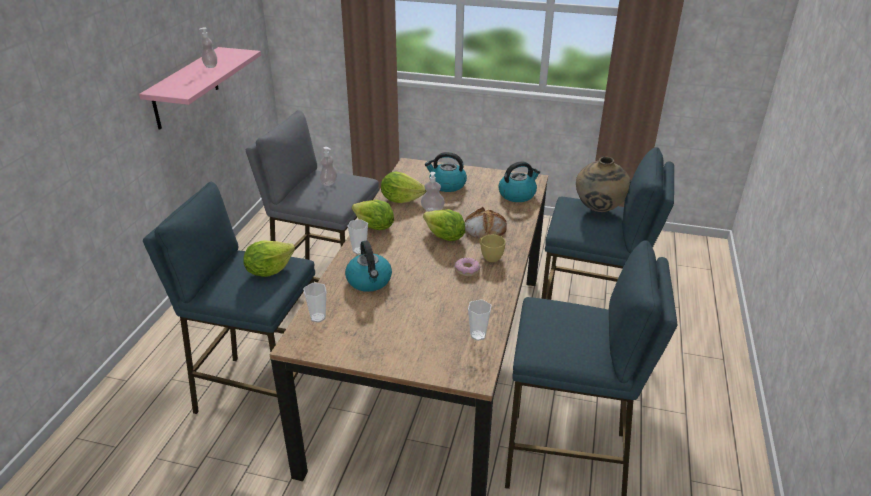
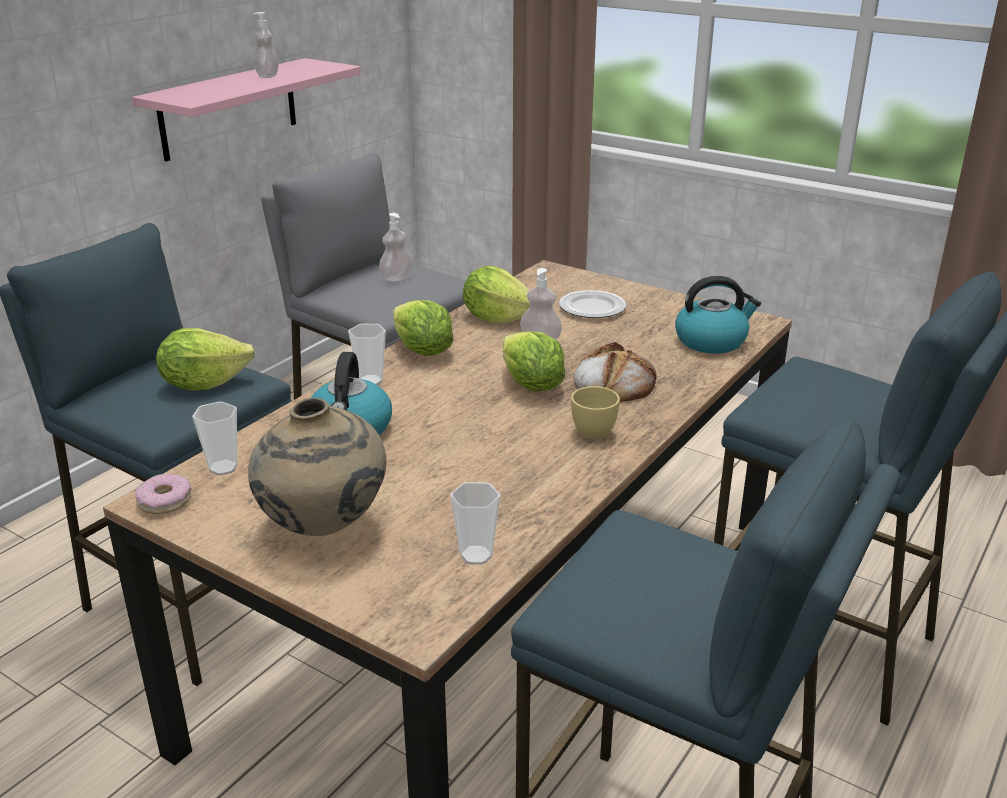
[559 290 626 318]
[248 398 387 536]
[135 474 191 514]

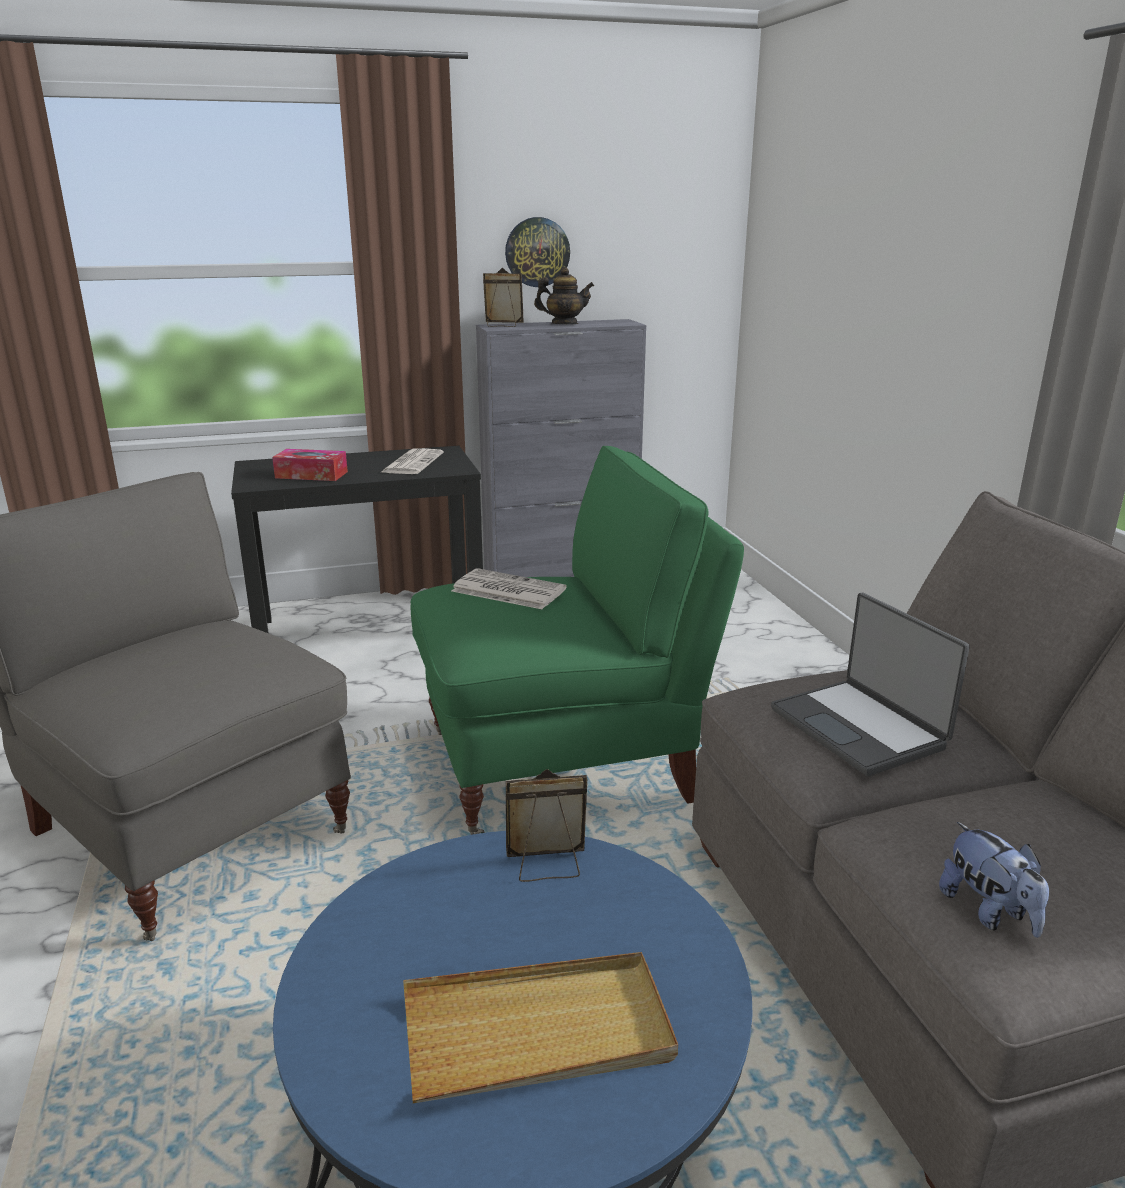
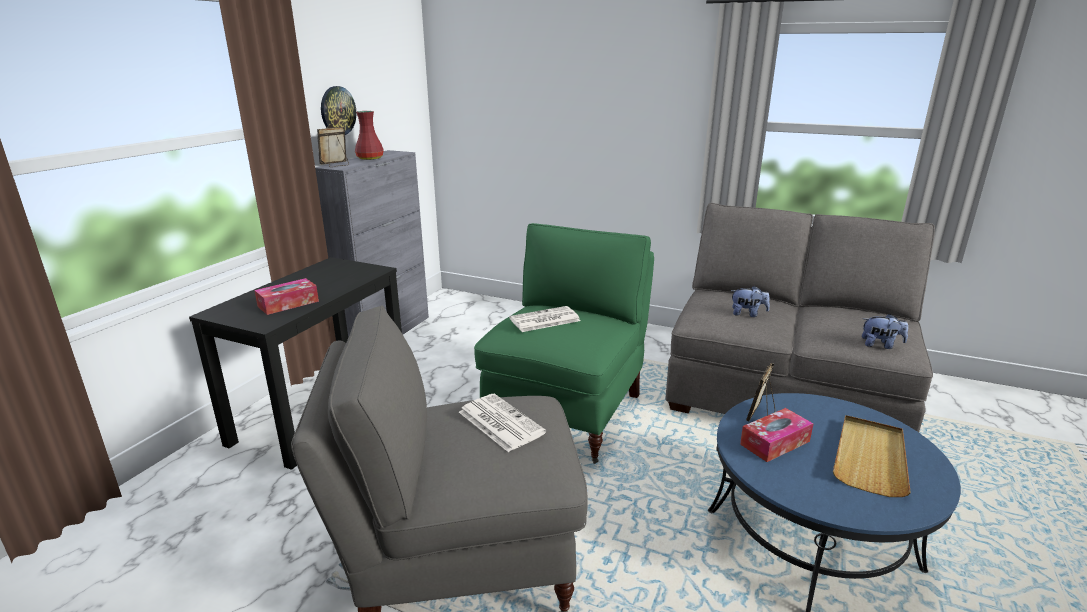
[355 111 384 160]
[459 394 546 452]
[731 286 770 317]
[740 408 814 462]

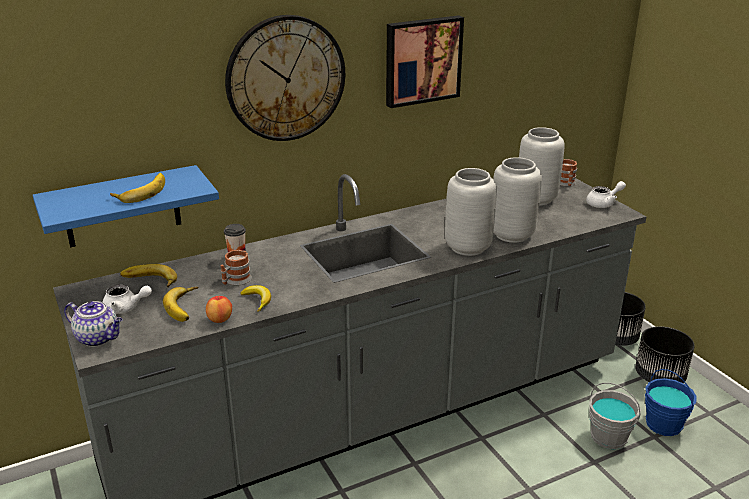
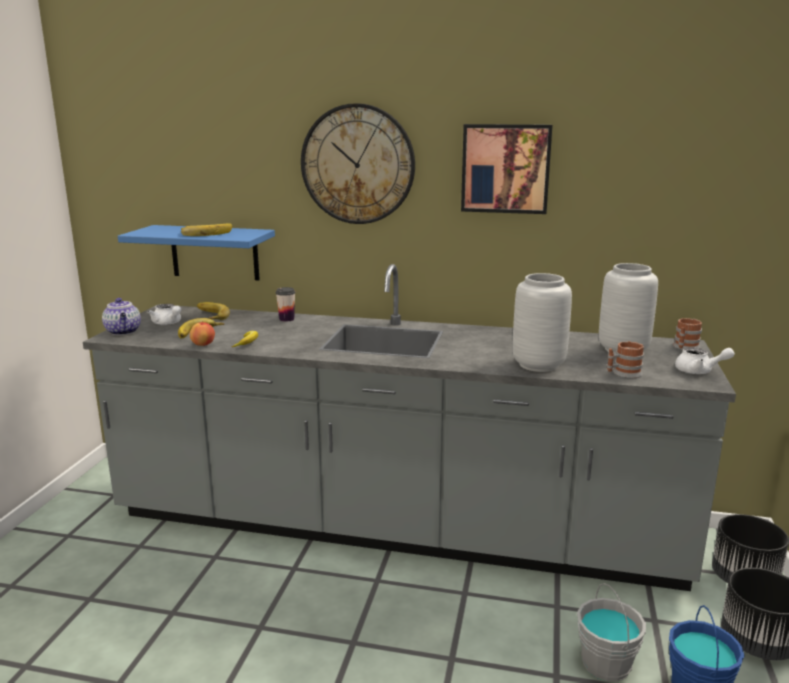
[445 168 497 256] (first image)
[607 341 644 378]

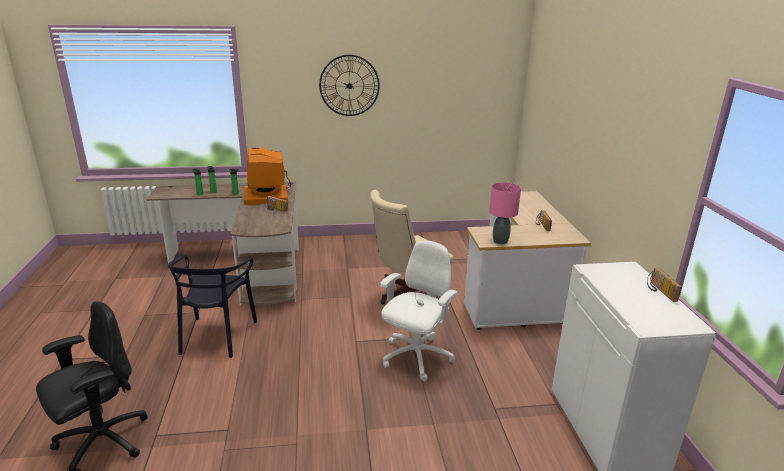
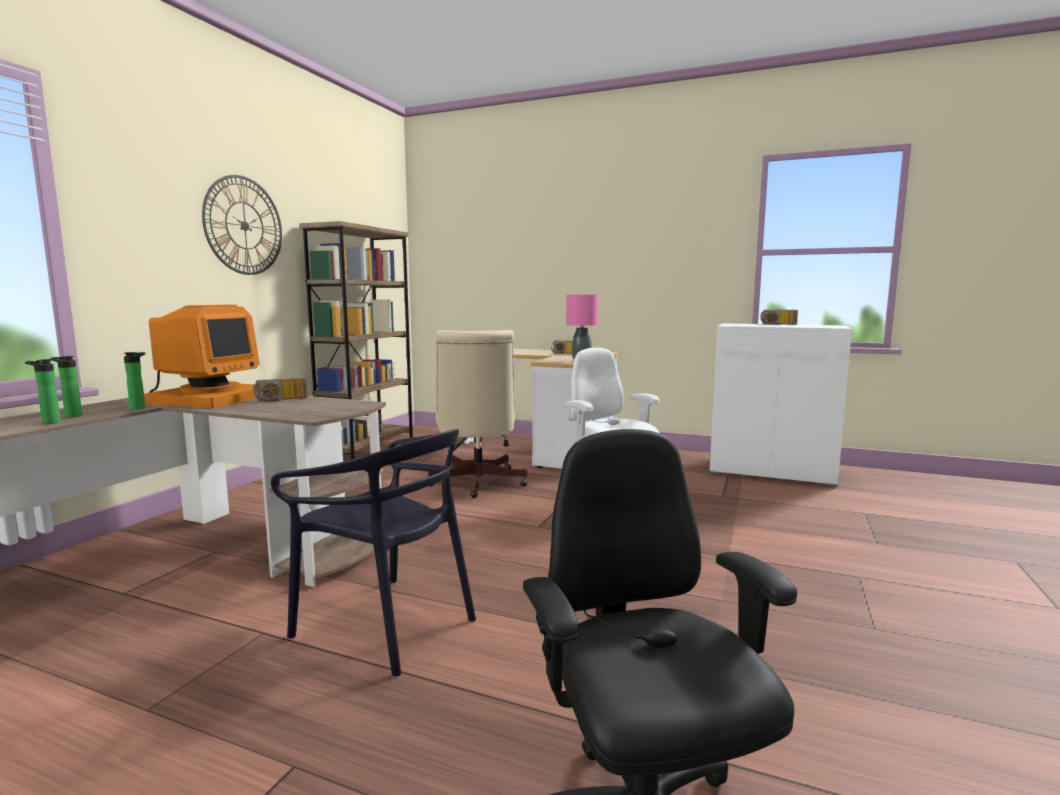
[144 305 260 408]
[299 221 413 460]

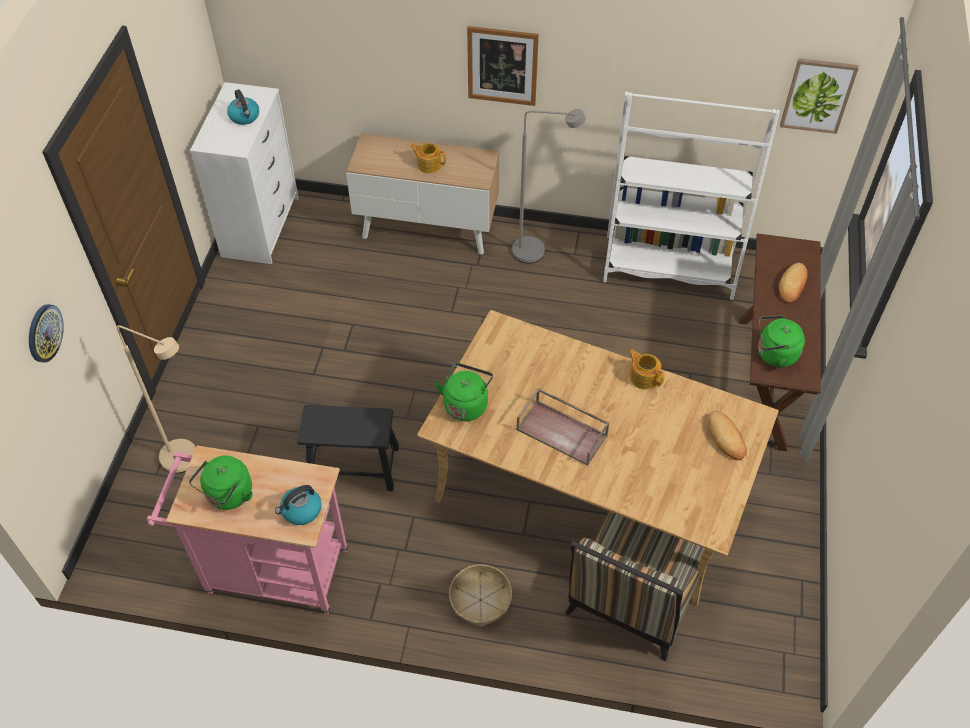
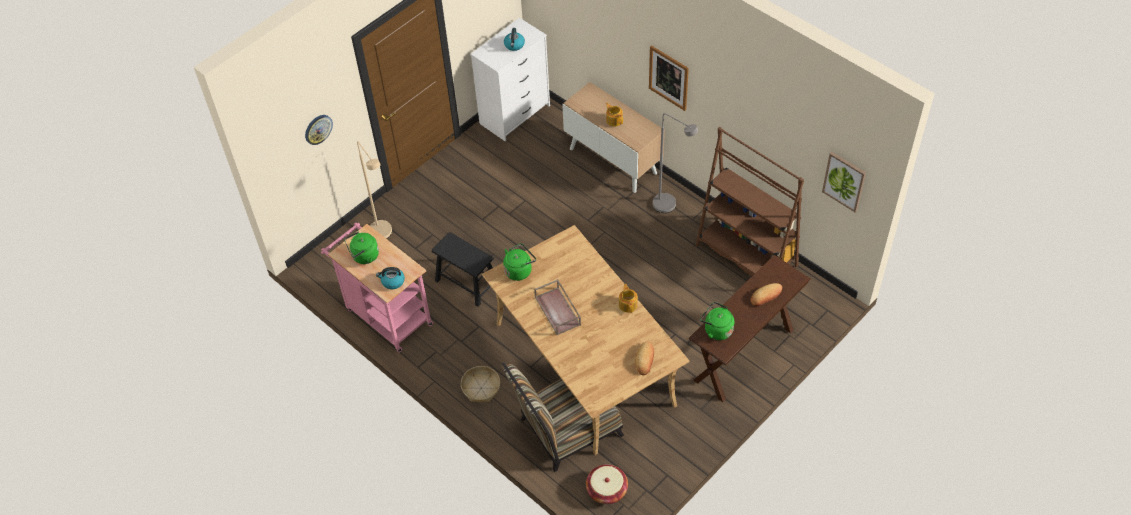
[696 127 804 276]
[586 464 628 504]

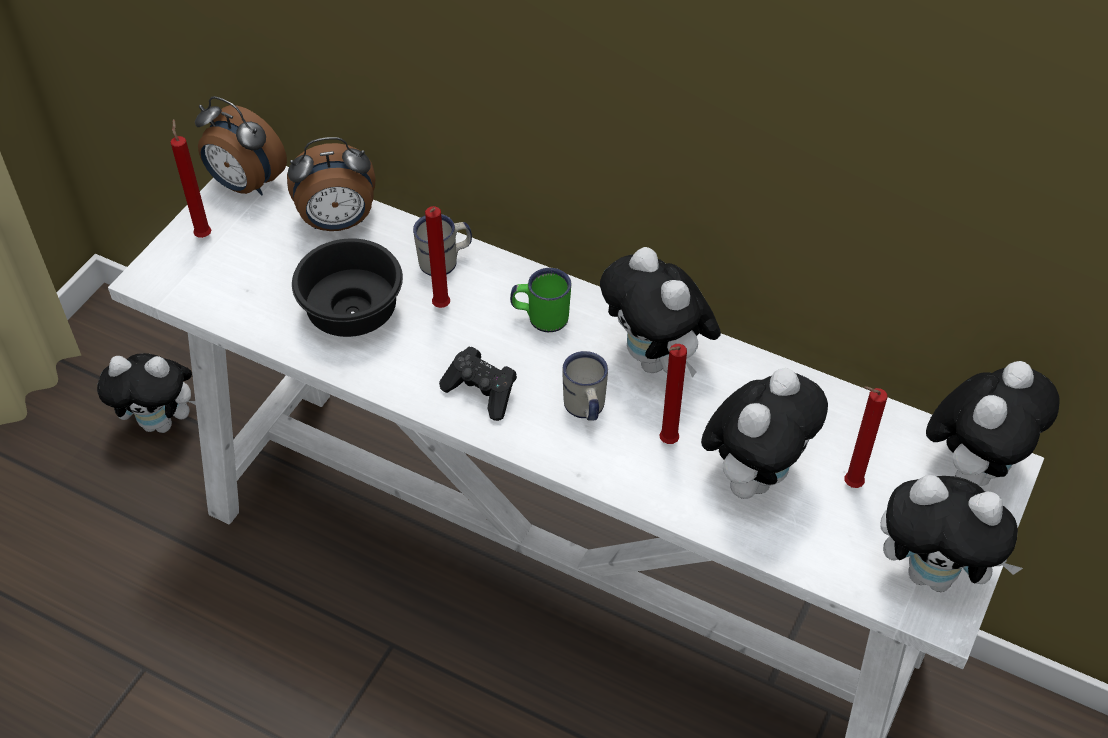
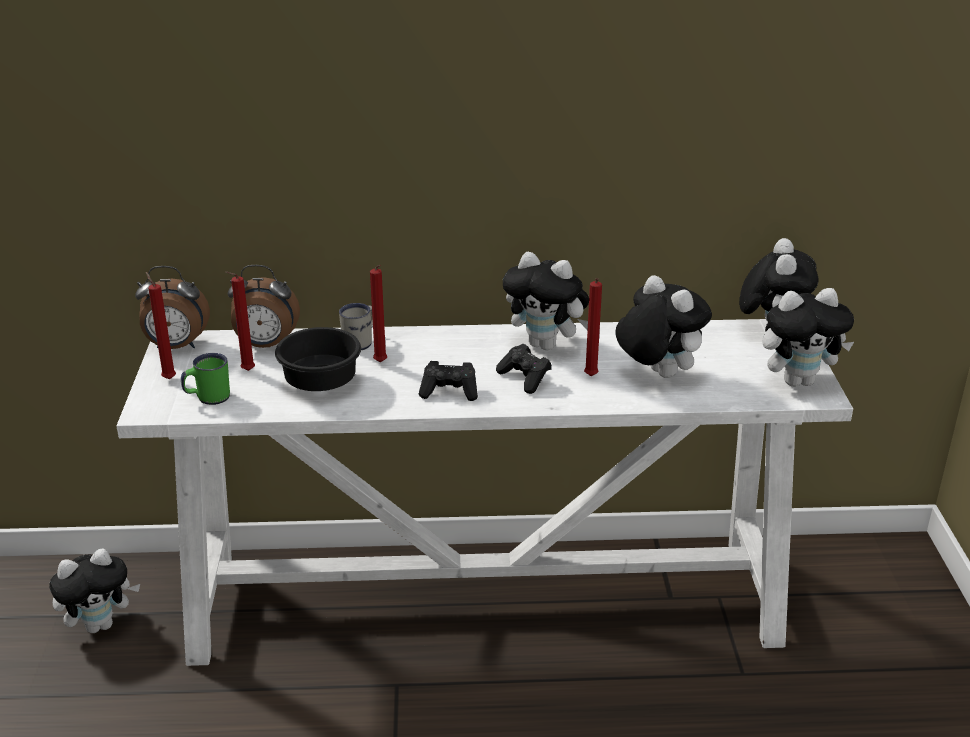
[228 265 300 348]
[181 353 230 405]
[496 344 552 394]
[615 275 712 378]
[225 272 255 371]

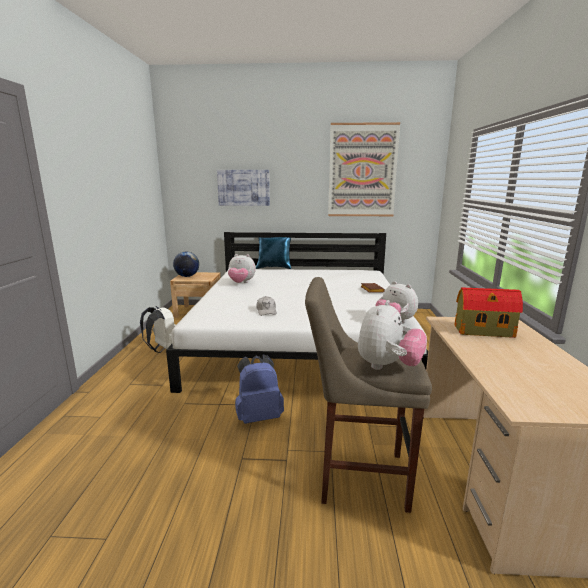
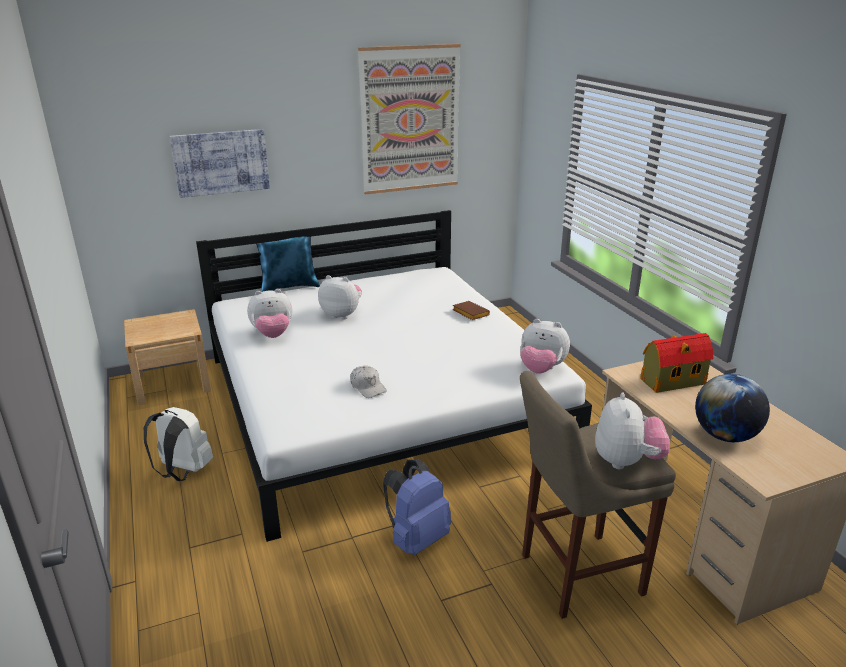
[695 374 770 442]
[318 275 362 320]

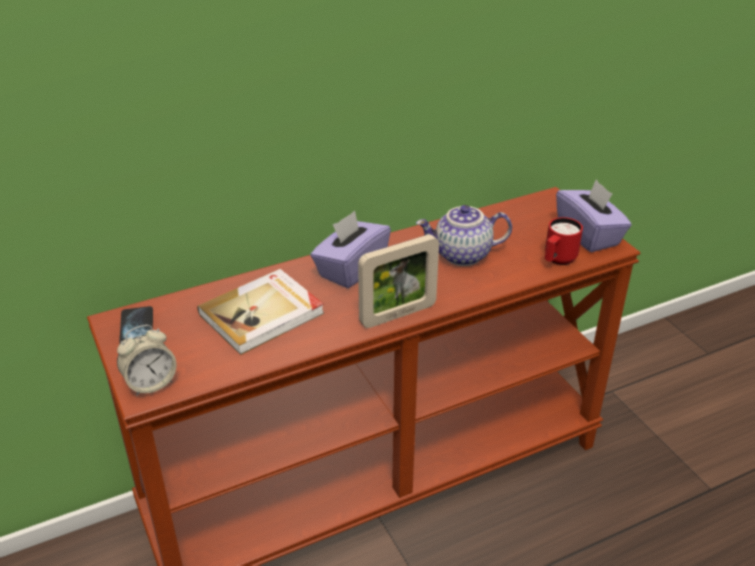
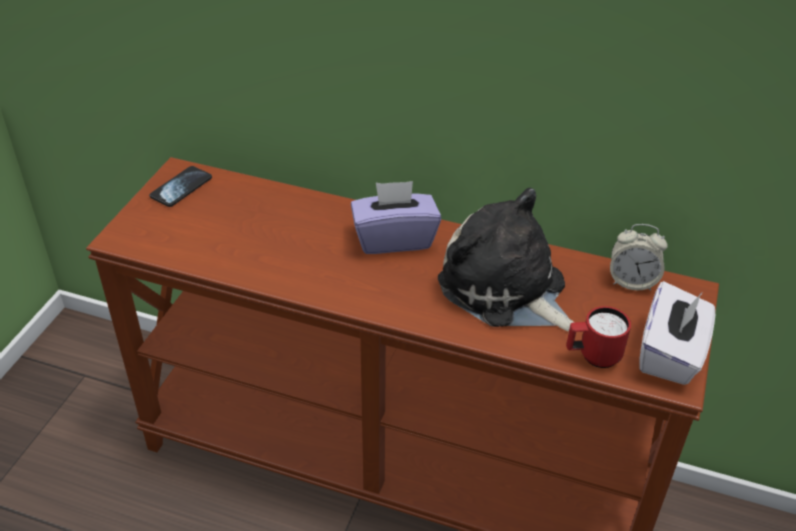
[639 281 715 385]
[438 188 574 331]
[358 234 439 328] (first image)
[197 269 324 355] (first image)
[610 224 668 291]

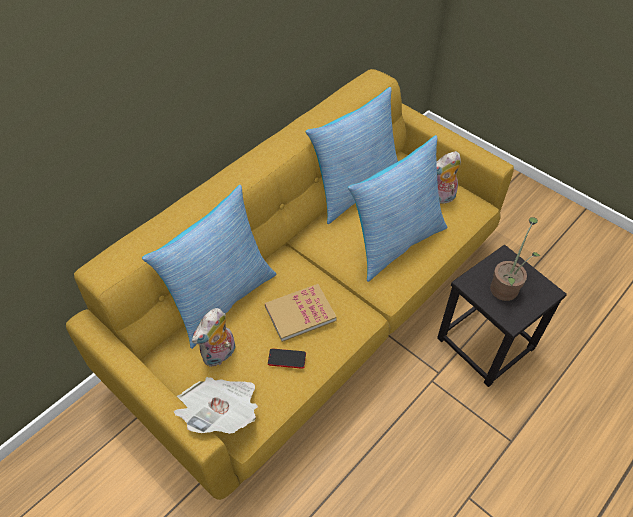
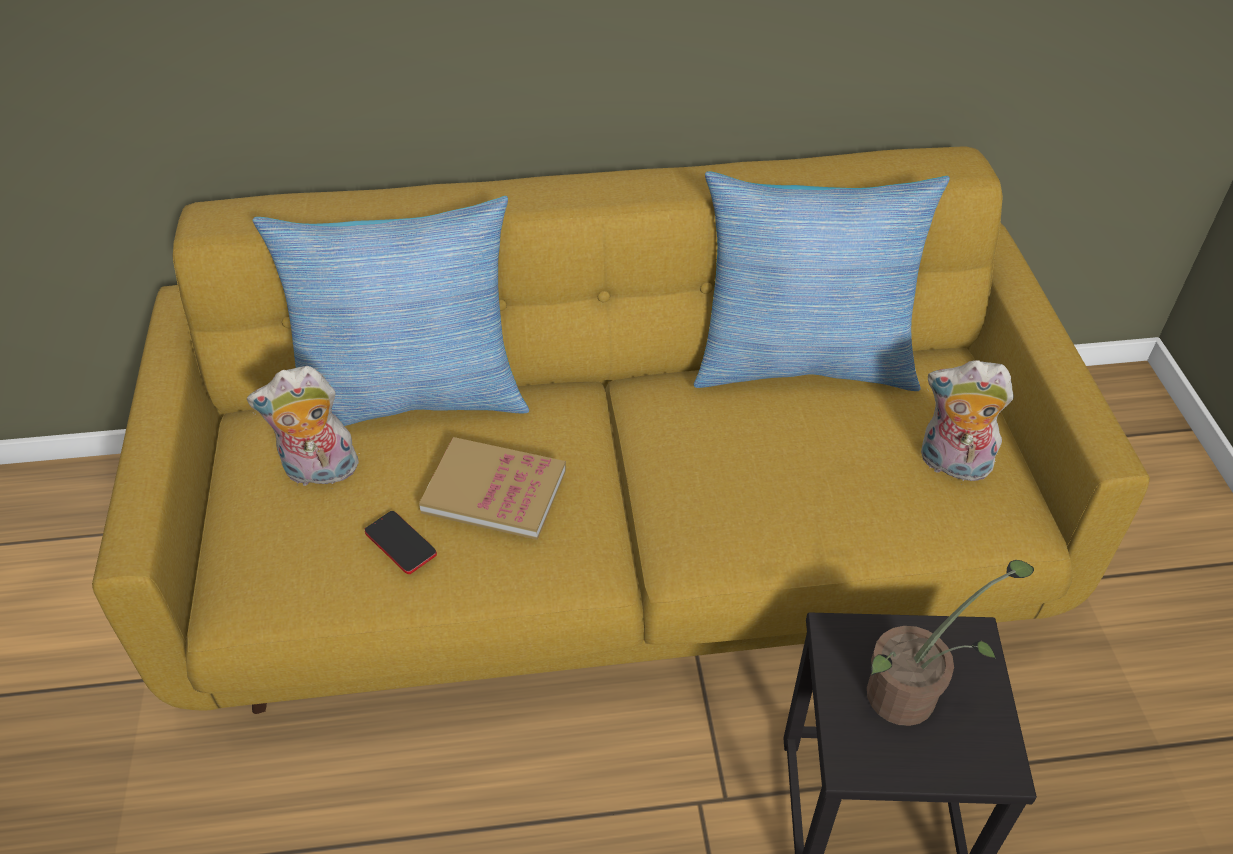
[348 135 447 282] (first image)
[174 377 258 434] (first image)

